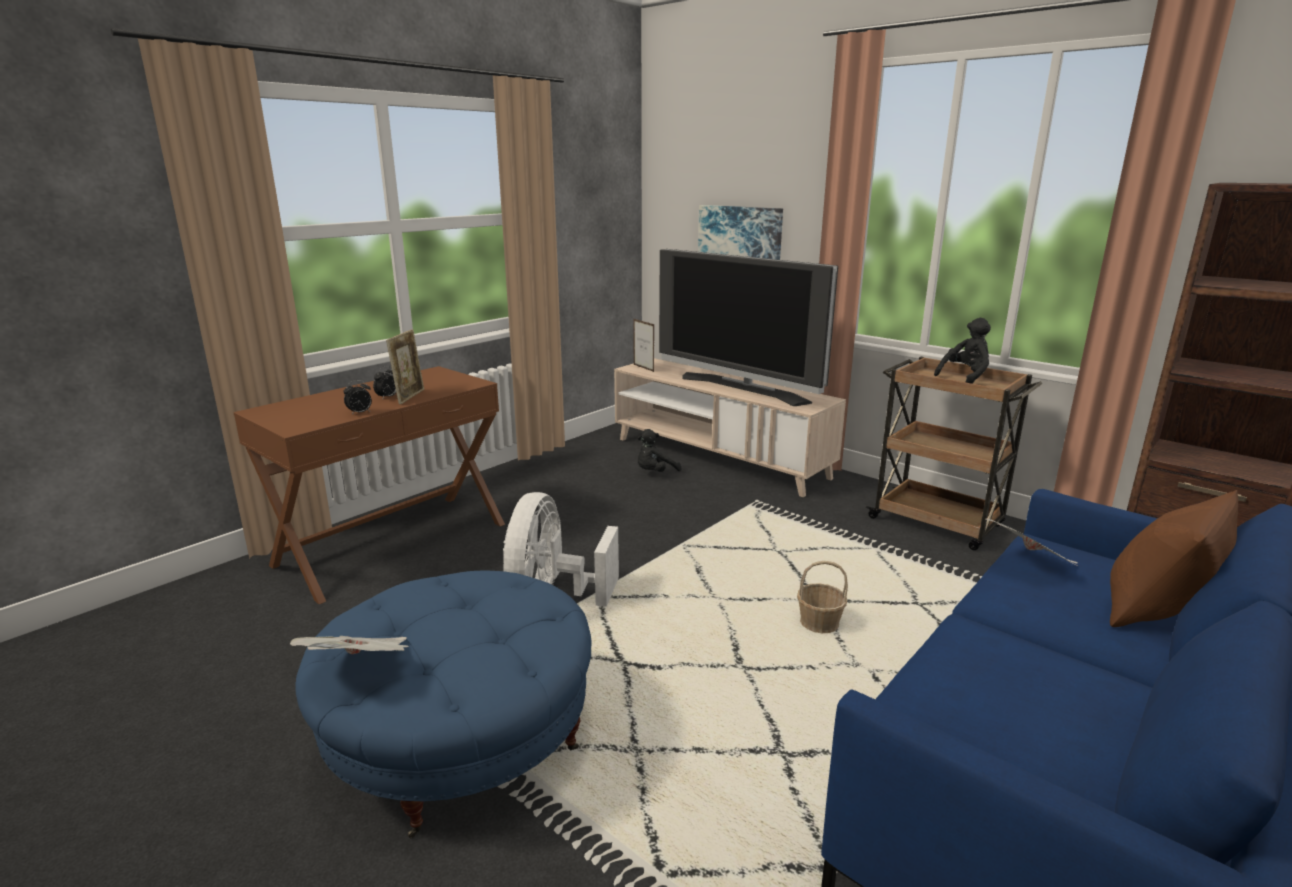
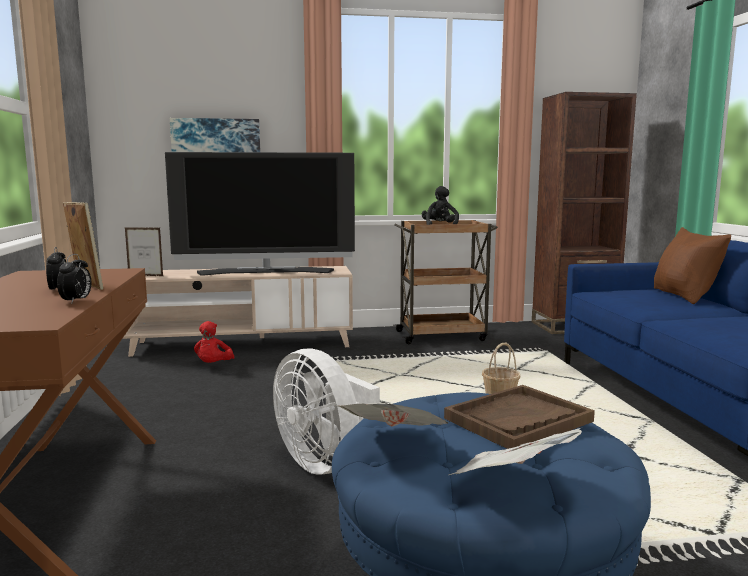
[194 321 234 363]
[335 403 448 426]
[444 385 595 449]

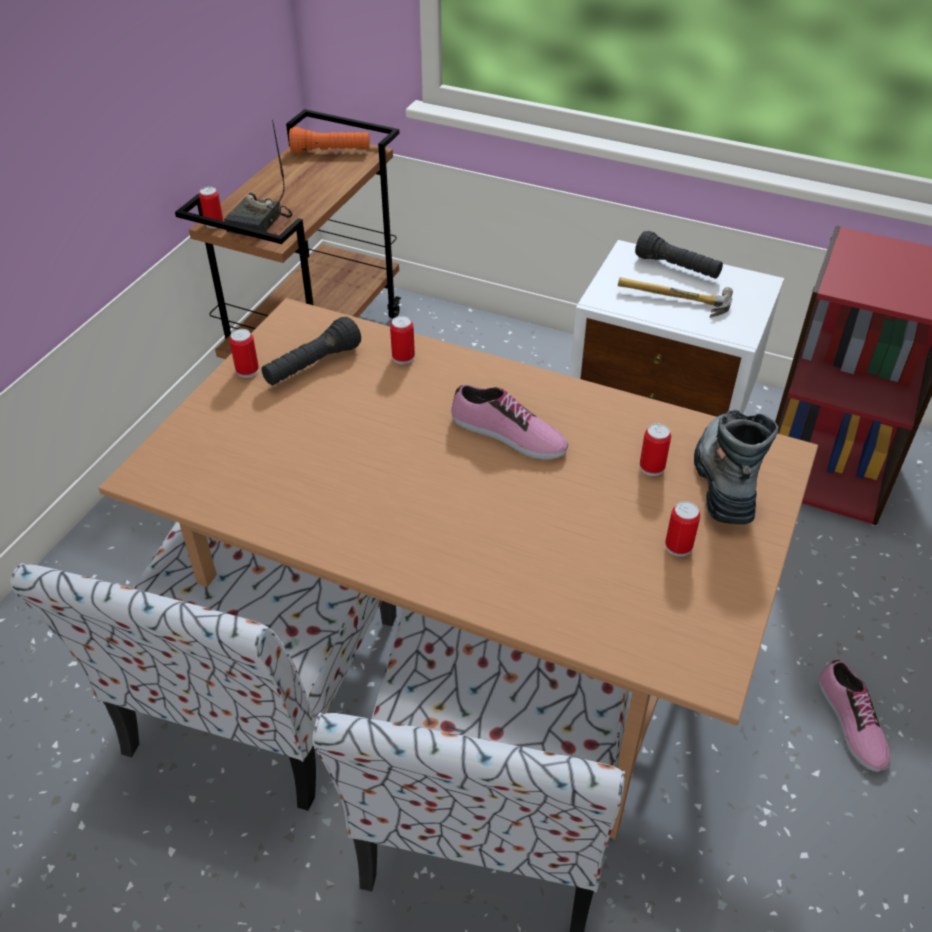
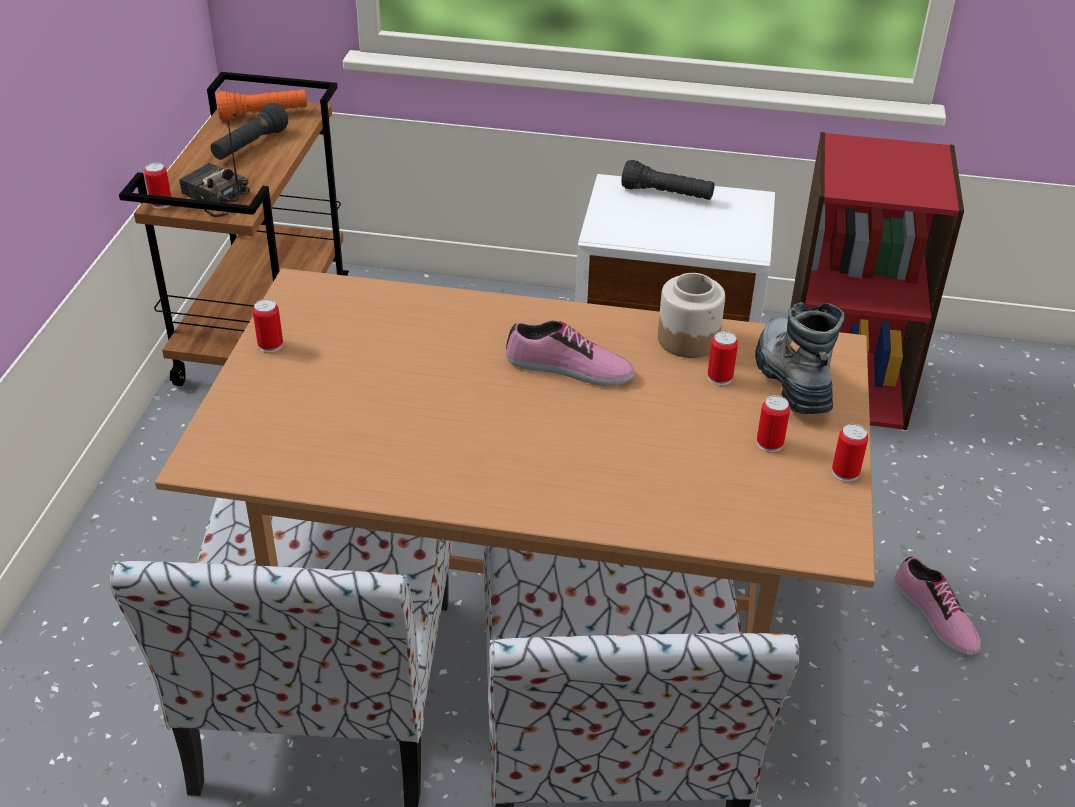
[179 120 250 217]
[618 277 733 318] (first image)
[832 424 868 482]
[211 103 288 160]
[658 273 725 358]

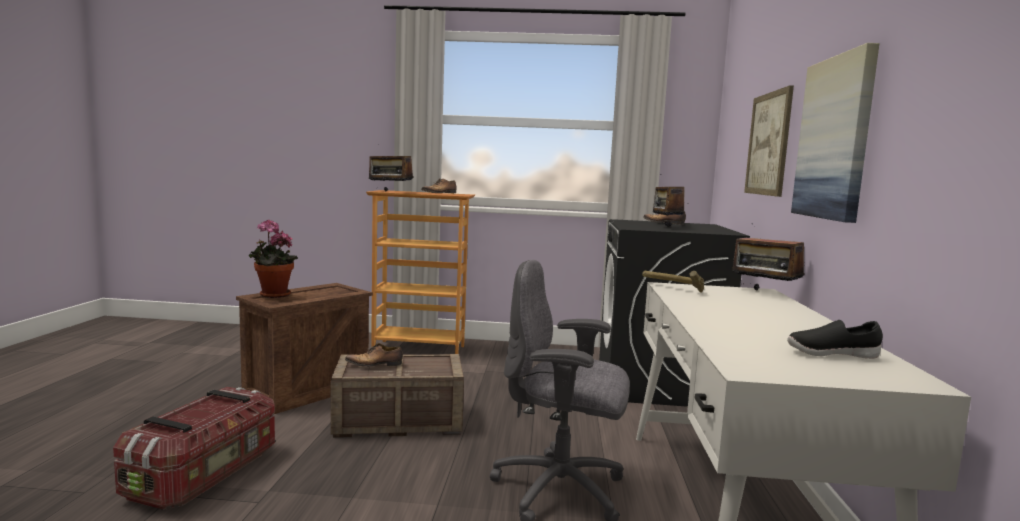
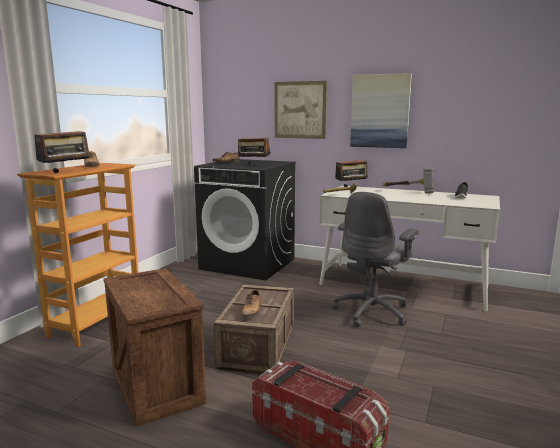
[249 219 298 298] (first image)
[382 168 434 193]

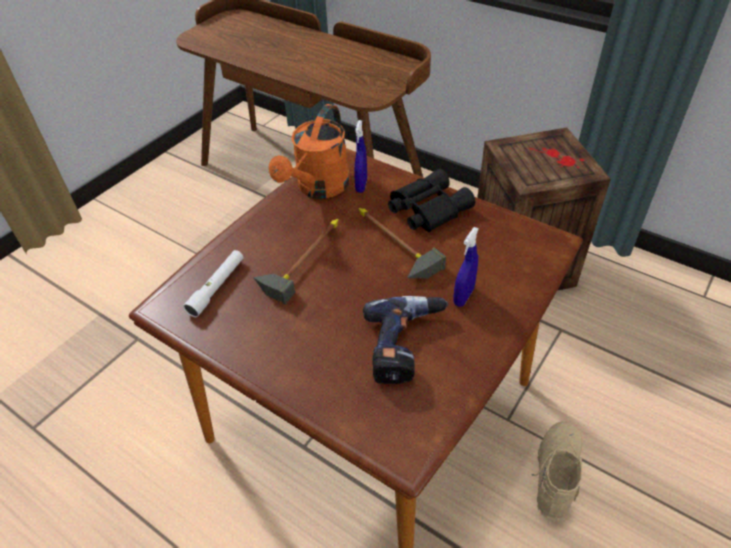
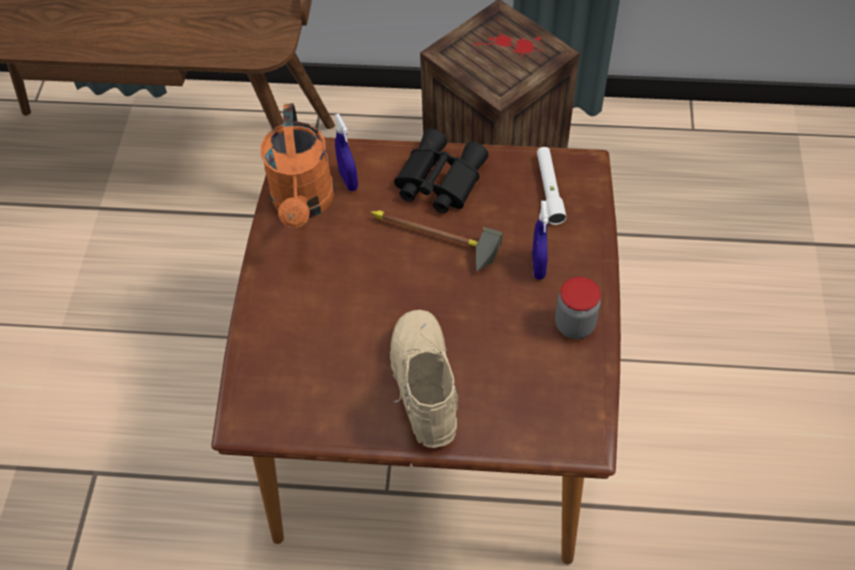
[253 219 339 304] (first image)
[537 147 567 225]
[363 296 448 384] (first image)
[390 310 458 448]
[555 277 601 339]

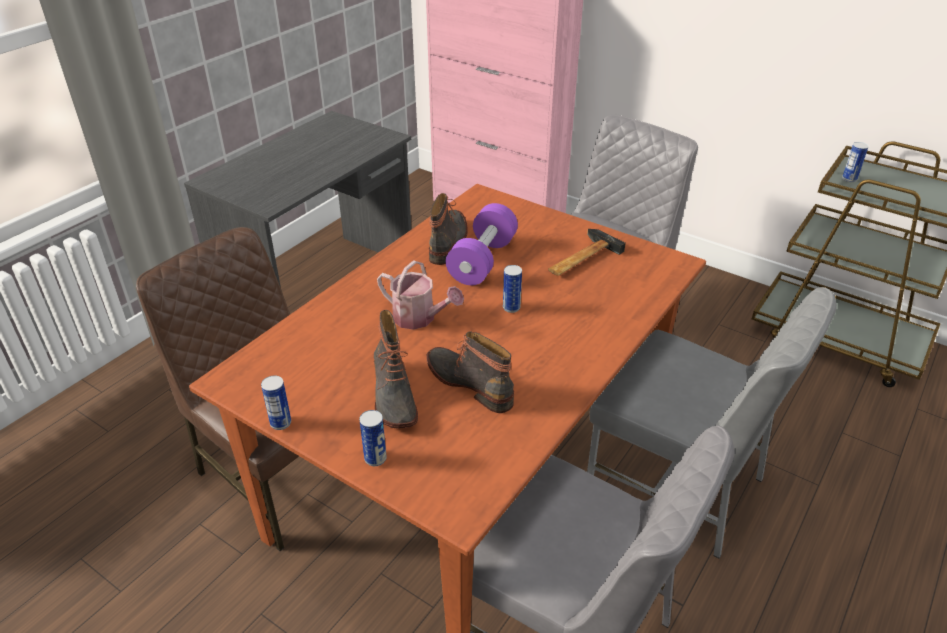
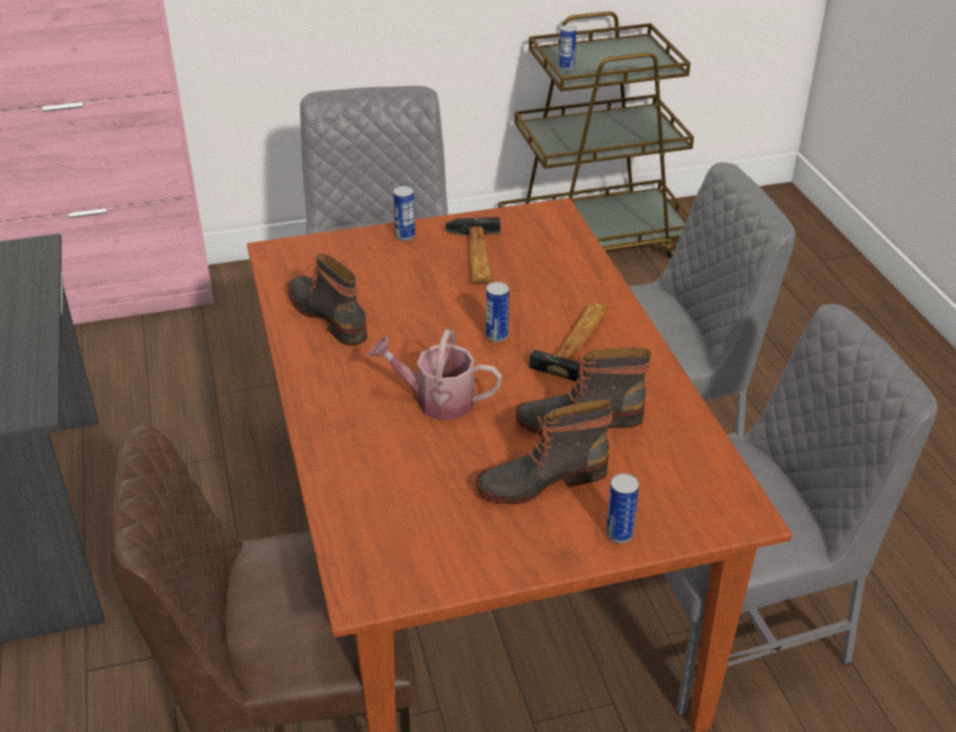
[446 203 518 285] (first image)
[369 330 502 420]
[476 399 614 504]
[393 186 415 241]
[529 303 609 381]

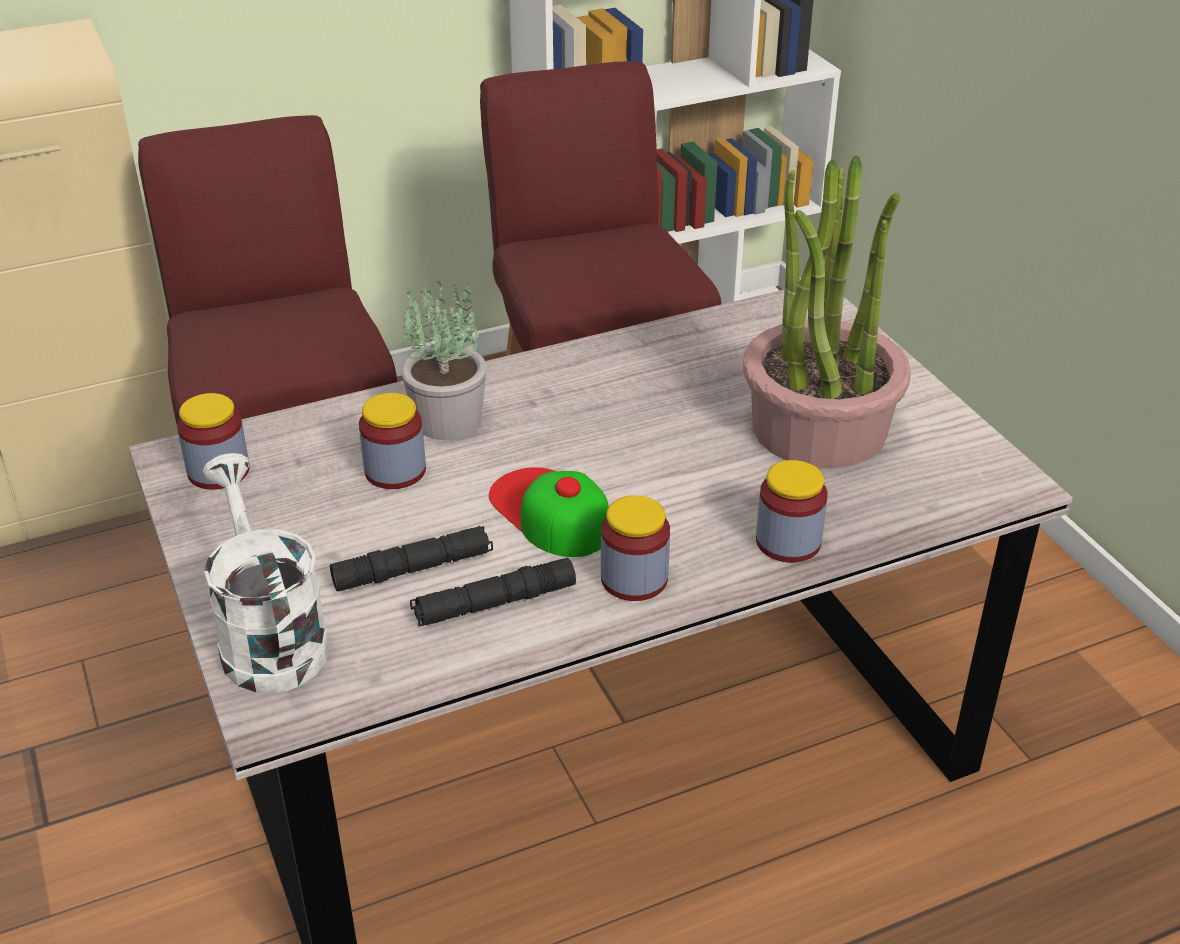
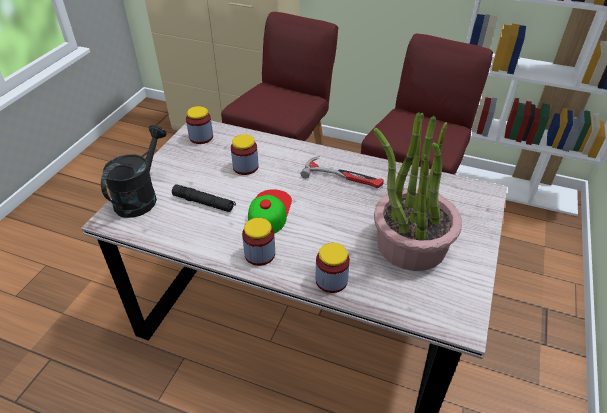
[401 280 486 440] (first image)
[101 125 166 218]
[410 558 576 626] (first image)
[300 156 384 188]

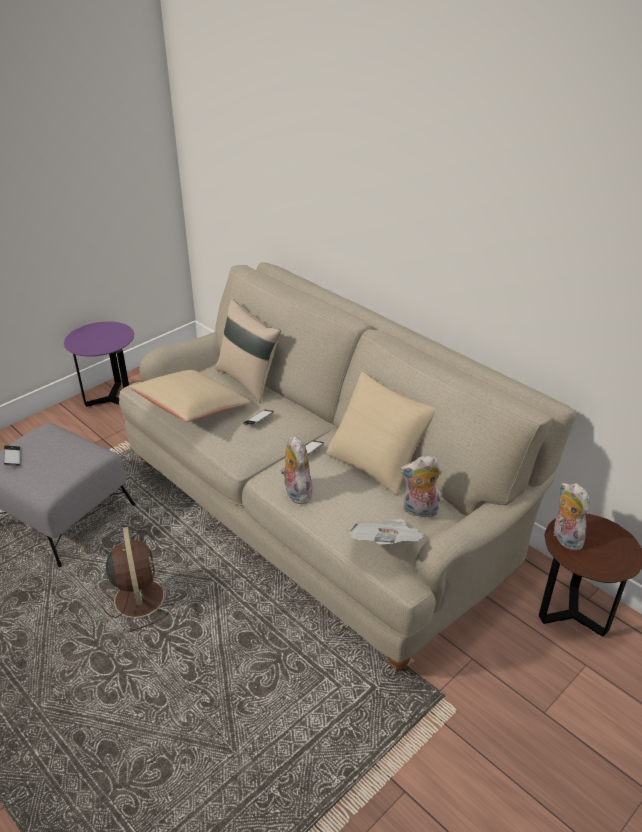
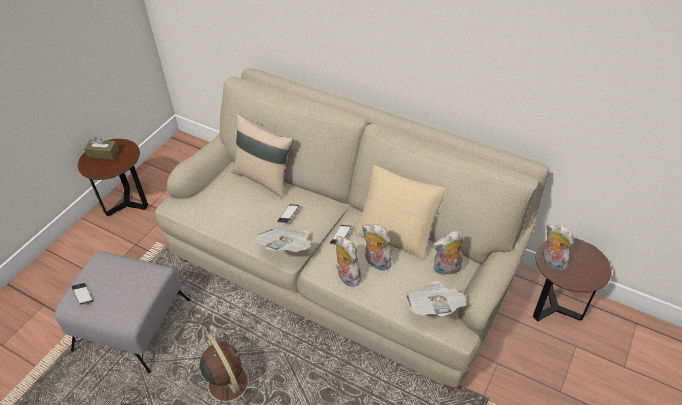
[78 139 148 216]
[130 370 251 422] (first image)
[84 137 119 160]
[362 224 392 271]
[255 227 312 252]

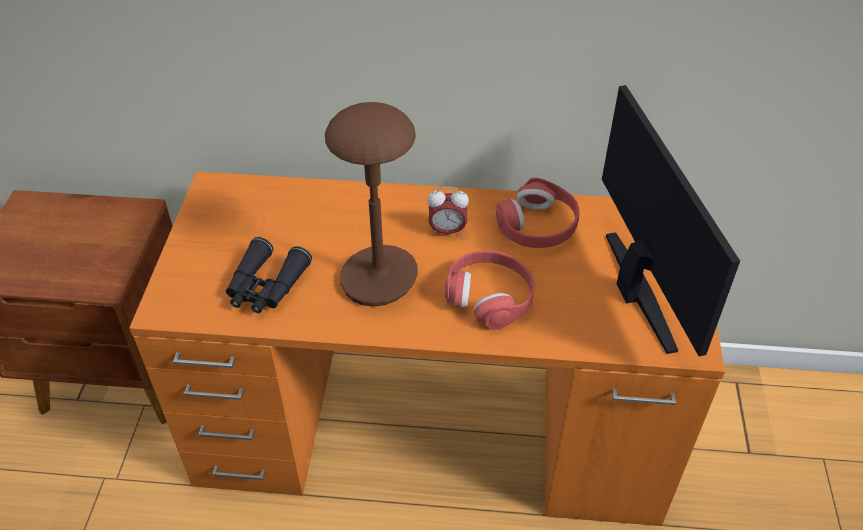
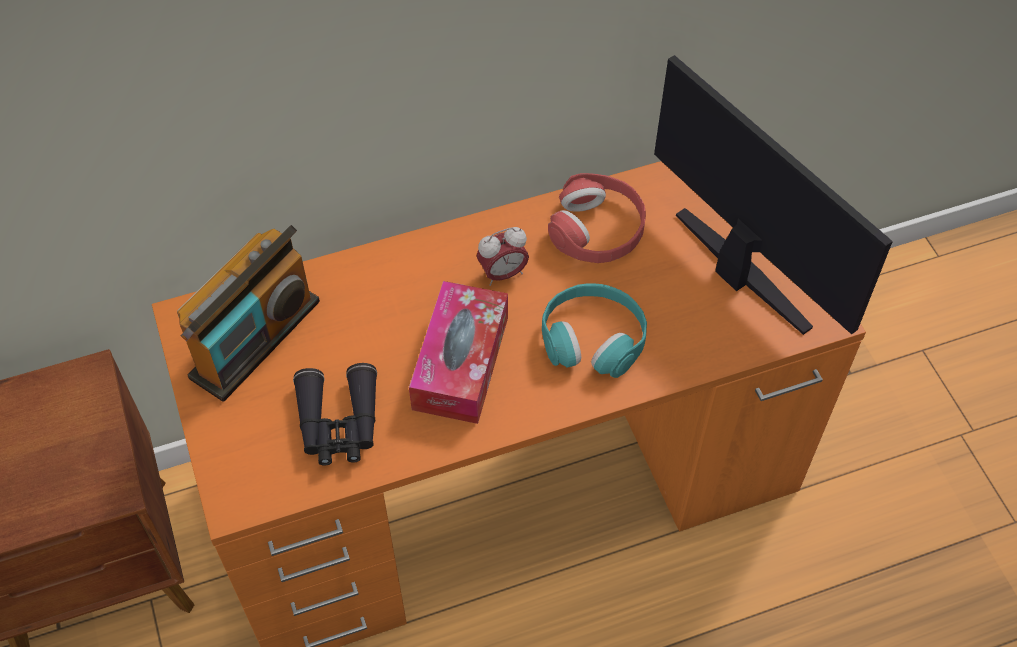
[409 281 508 424]
[542 284 647 378]
[177 225 320 402]

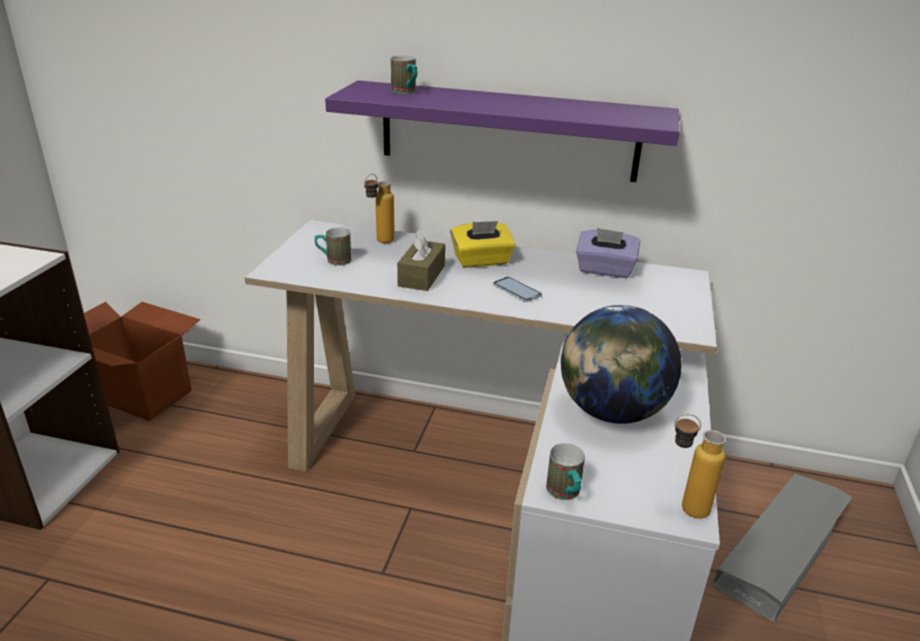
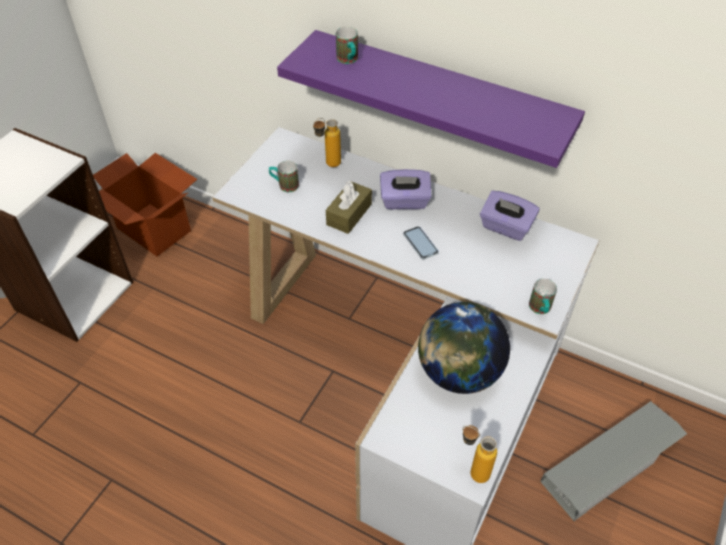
[380 169 431 209]
[529 279 557 314]

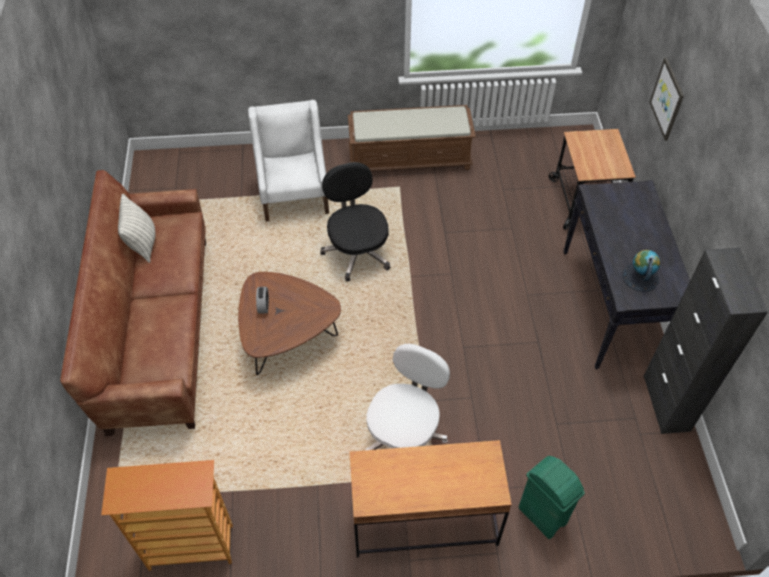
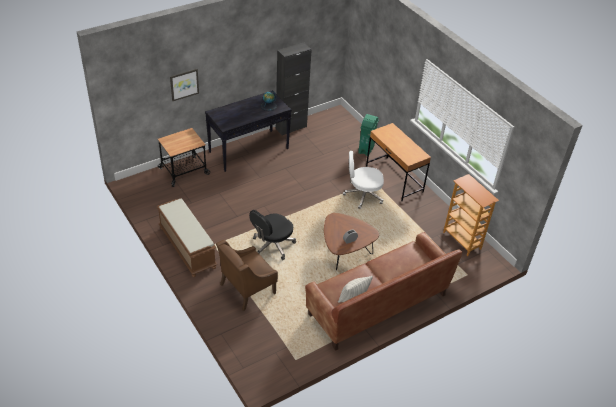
[216 240 278 311]

